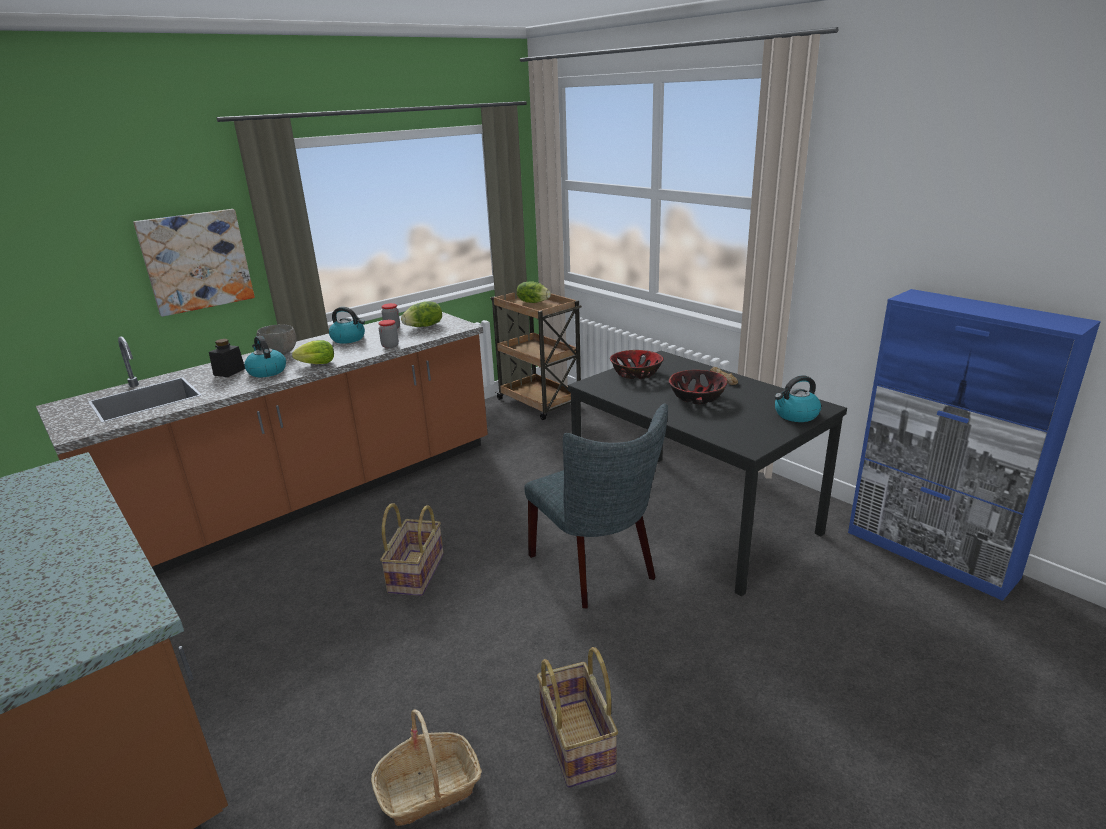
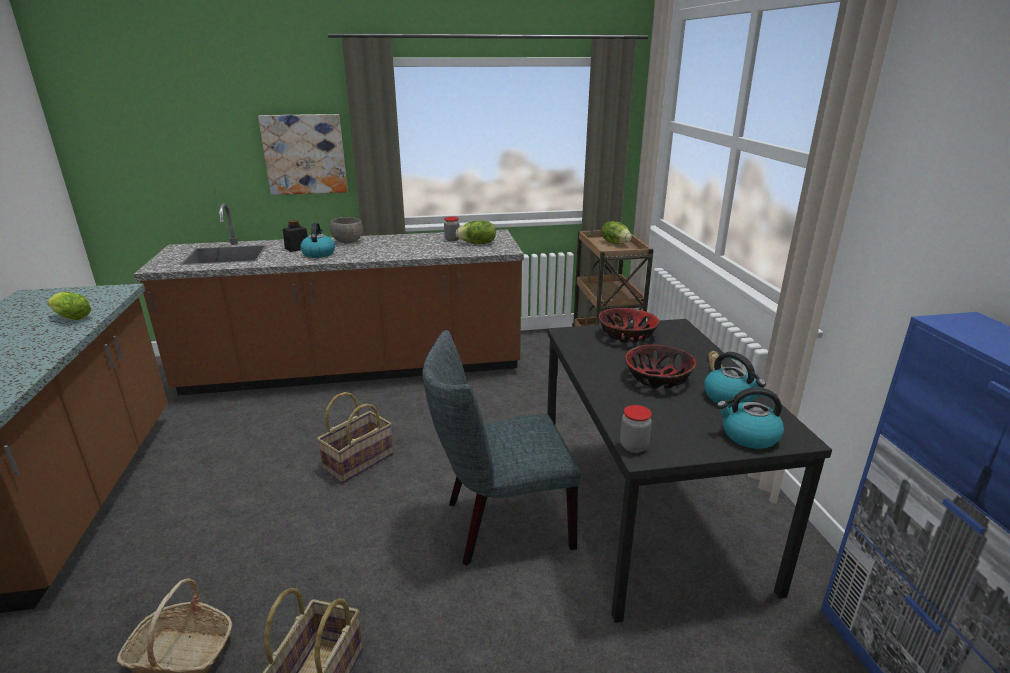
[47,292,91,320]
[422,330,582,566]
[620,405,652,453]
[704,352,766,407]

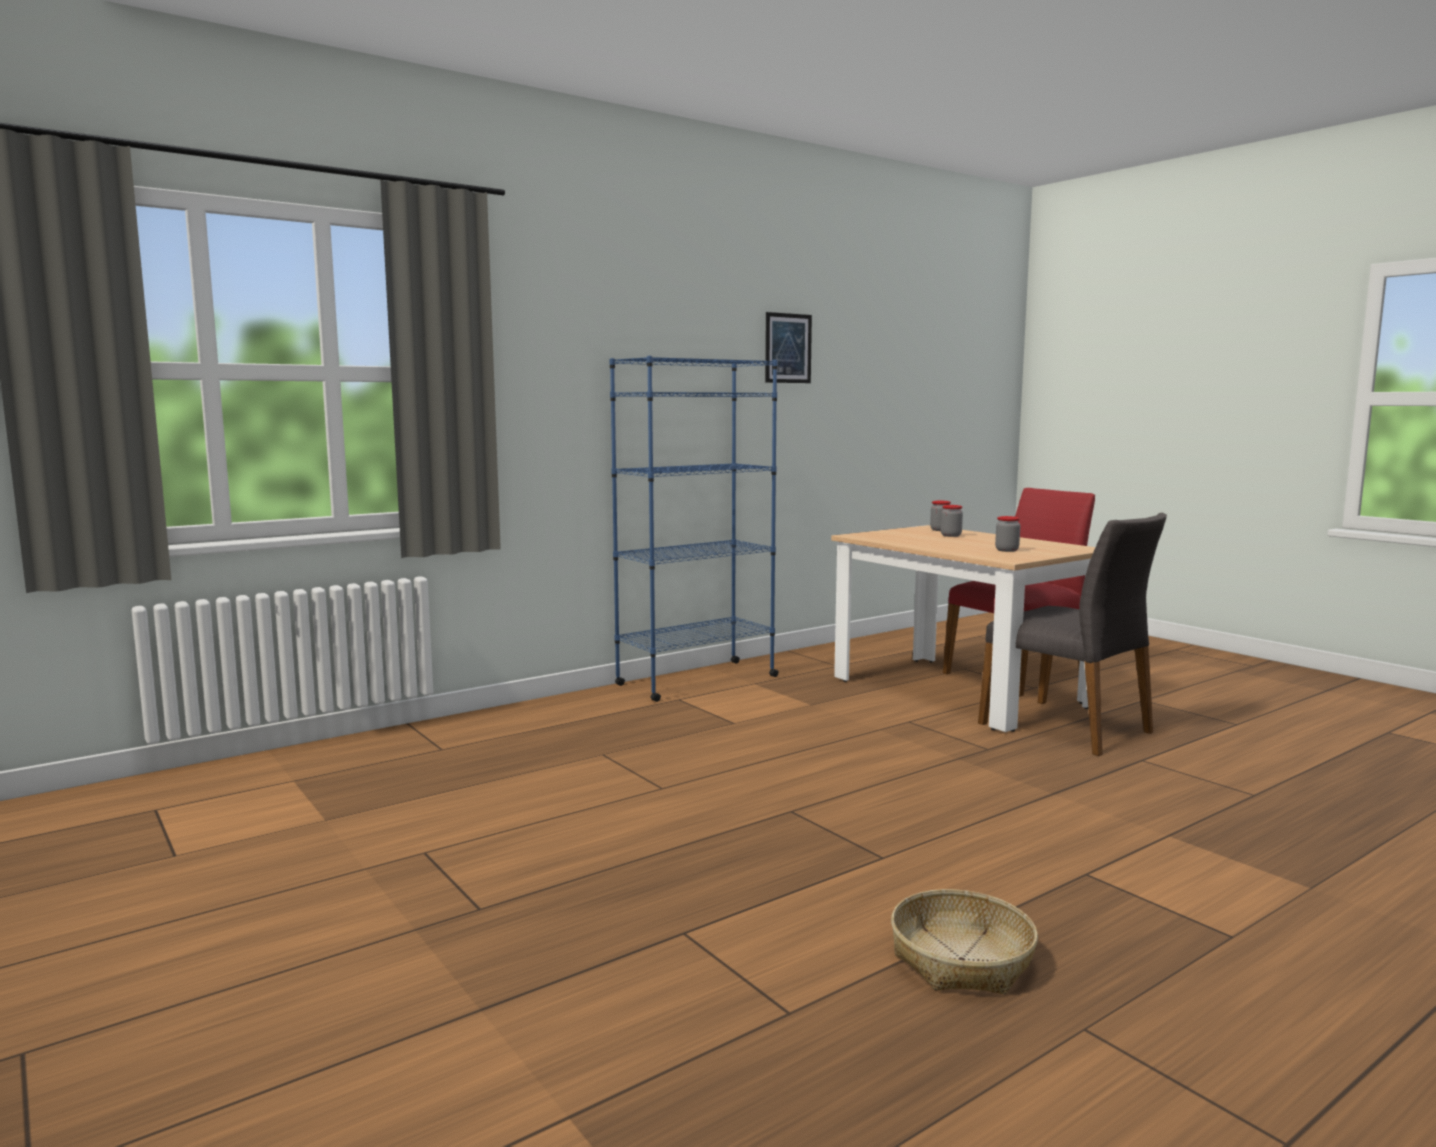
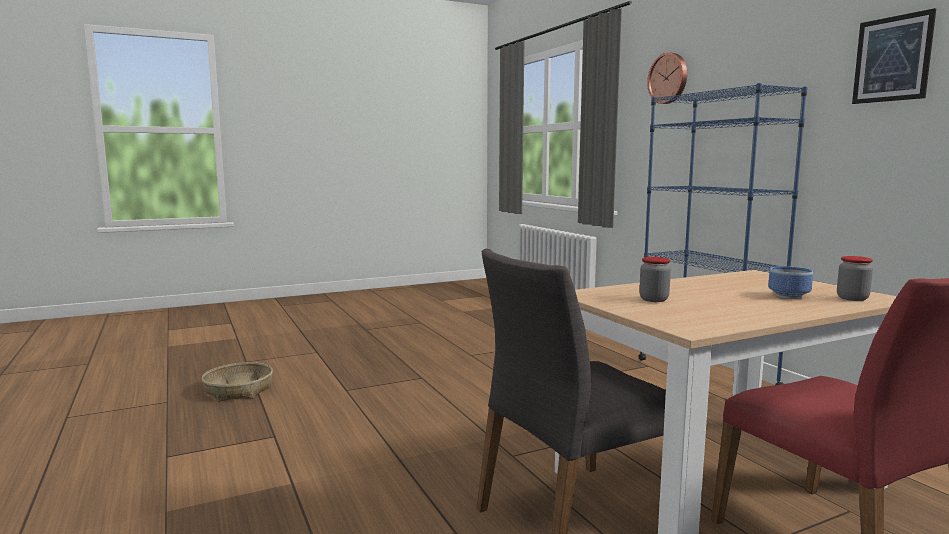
[647,52,687,104]
[768,266,813,299]

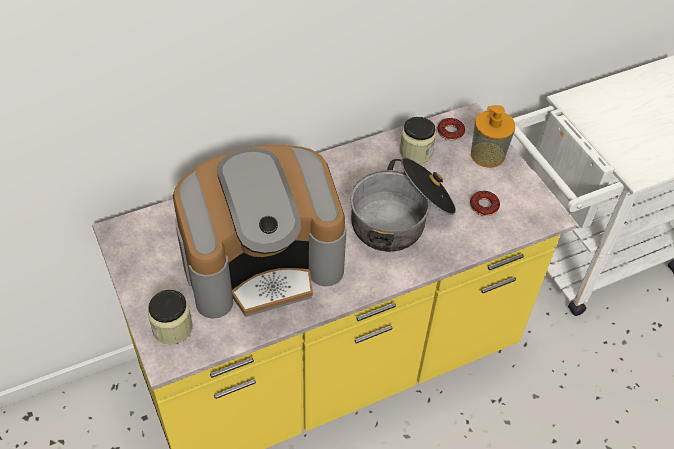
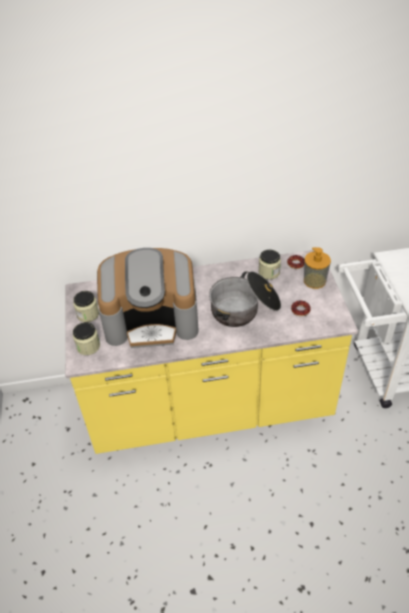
[73,291,99,322]

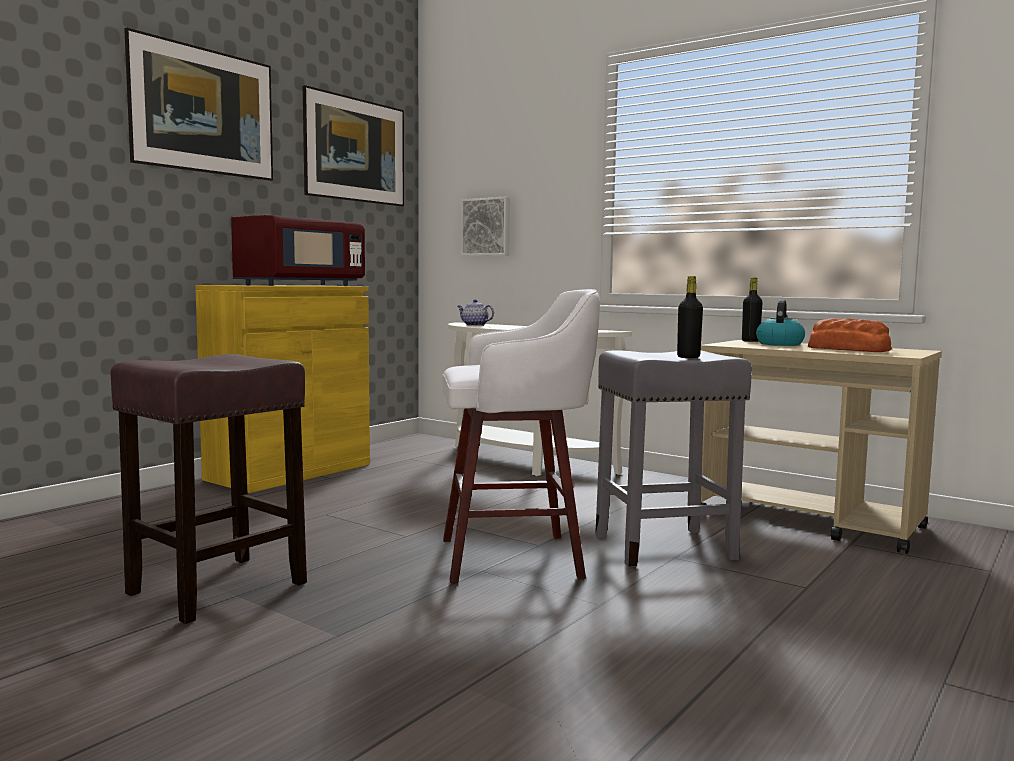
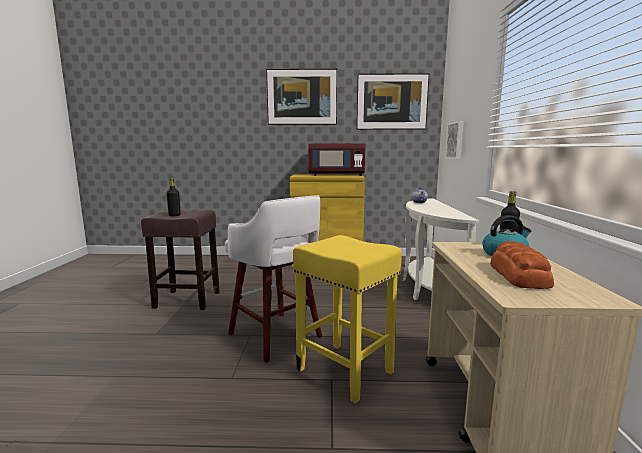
[166,178,181,216]
[293,235,402,404]

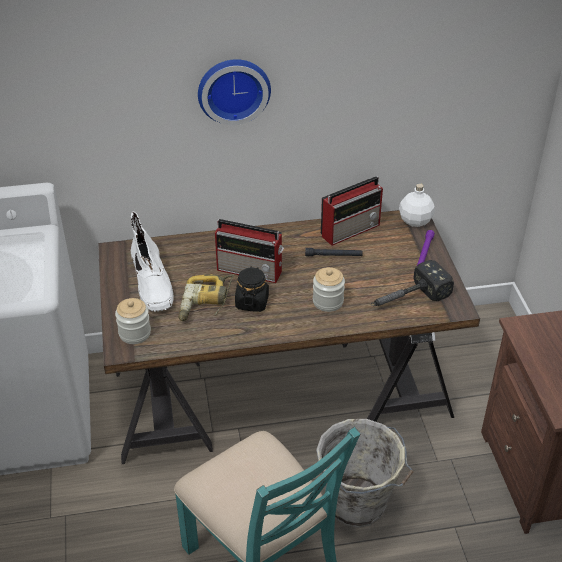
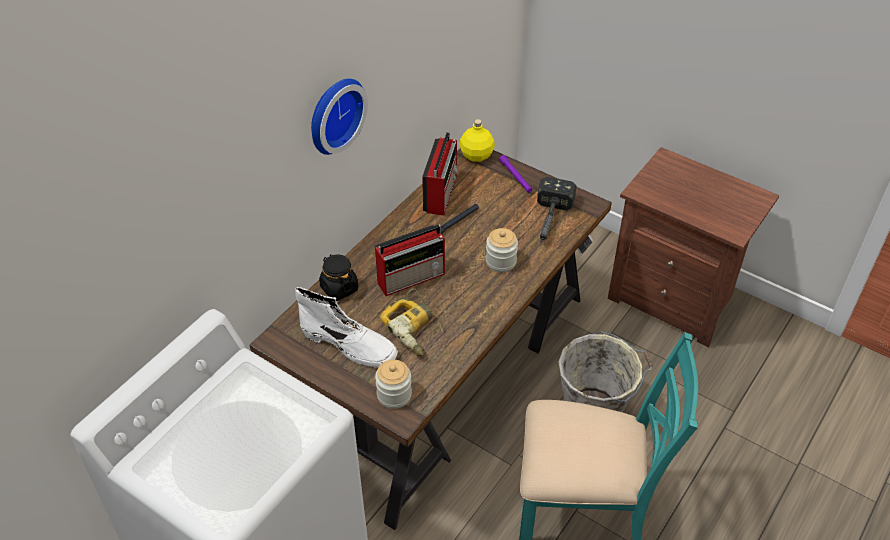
[319,254,358,301]
[459,119,495,162]

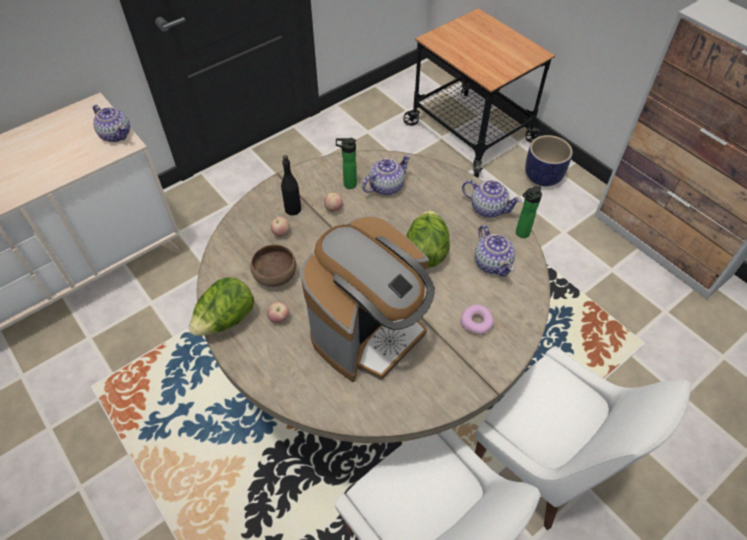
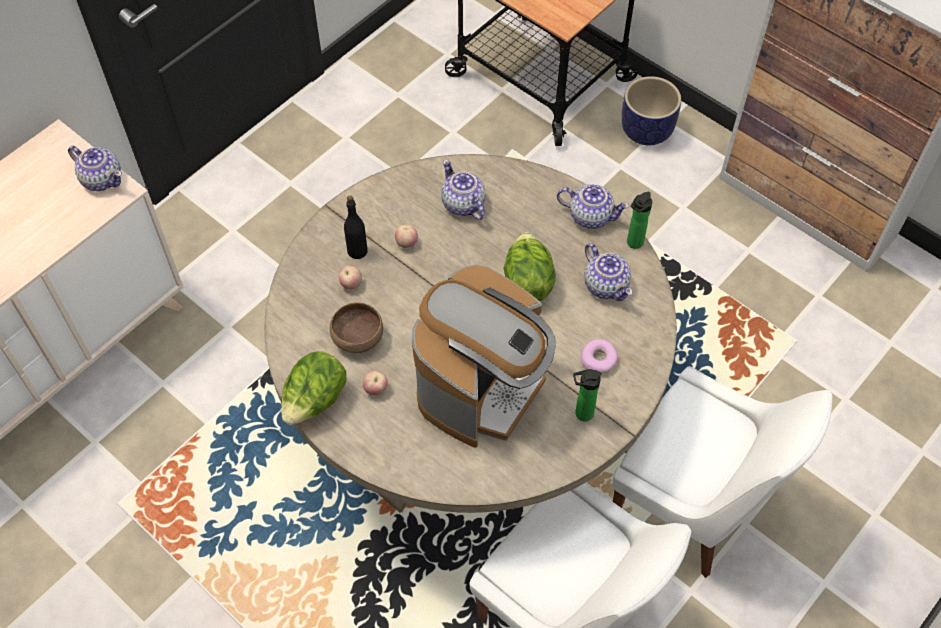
[441,159,485,220]
[573,369,602,421]

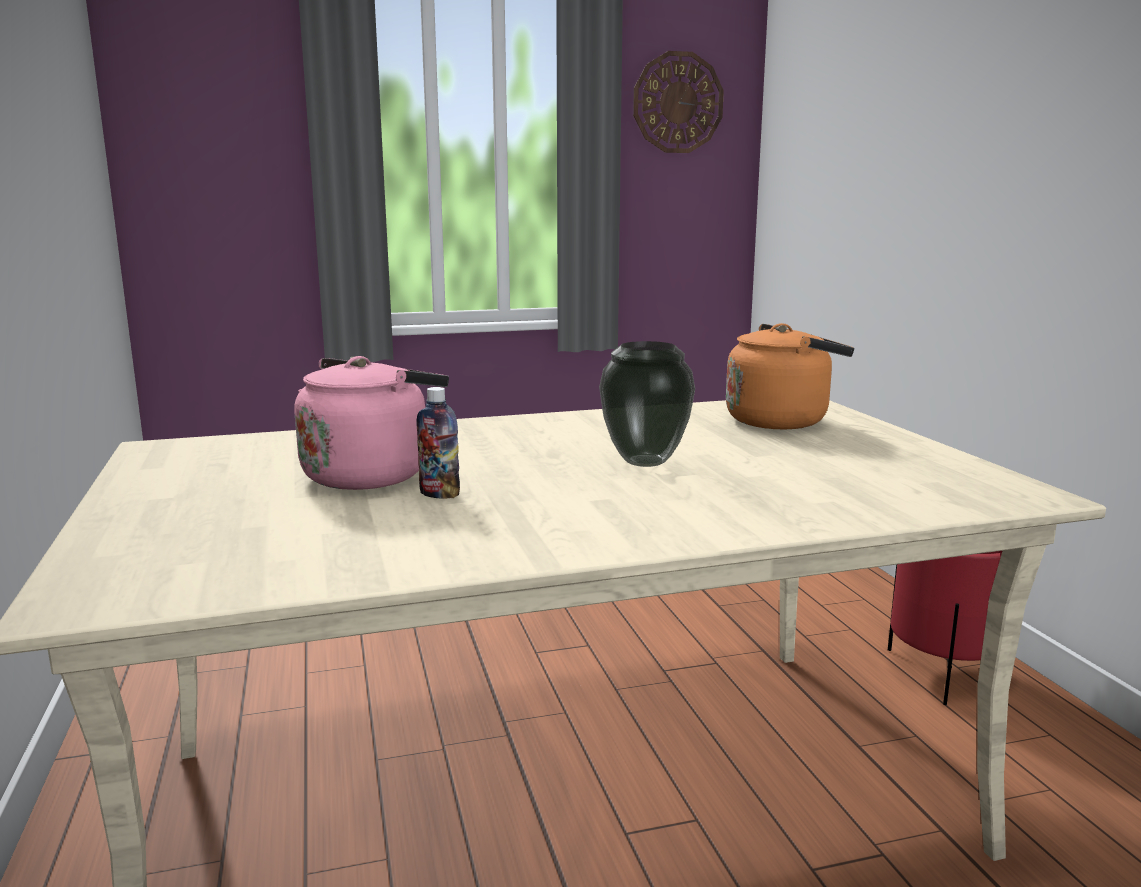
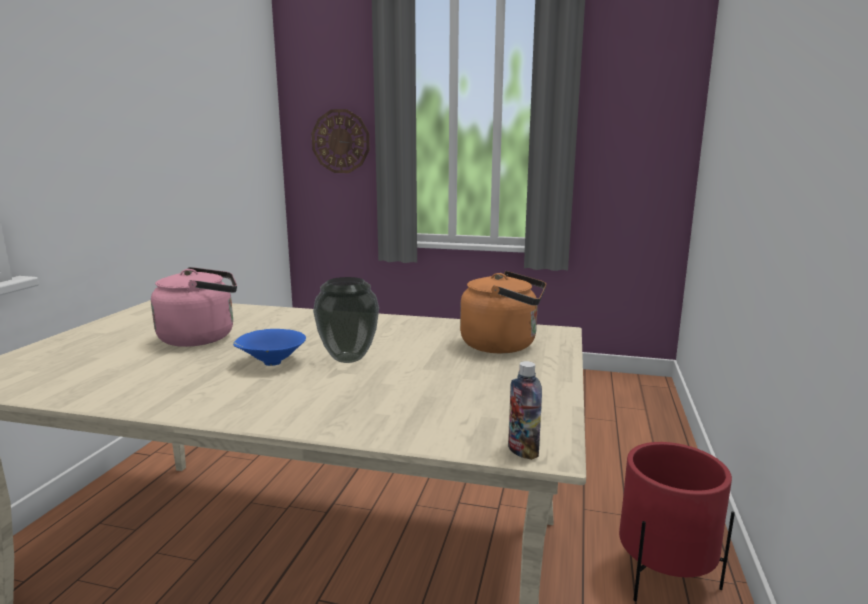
[233,329,306,366]
[312,109,370,173]
[508,361,542,460]

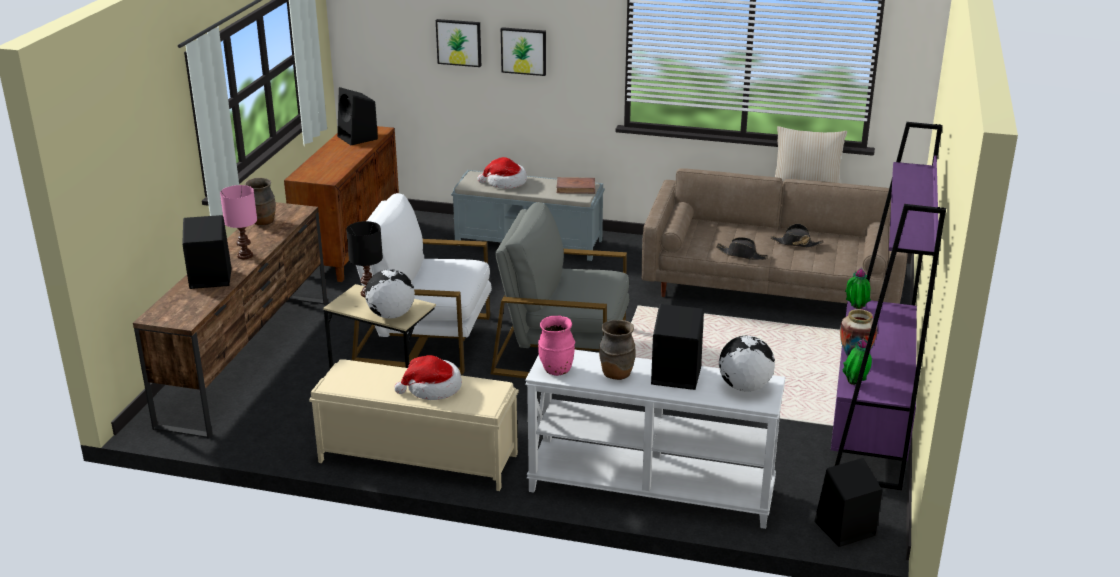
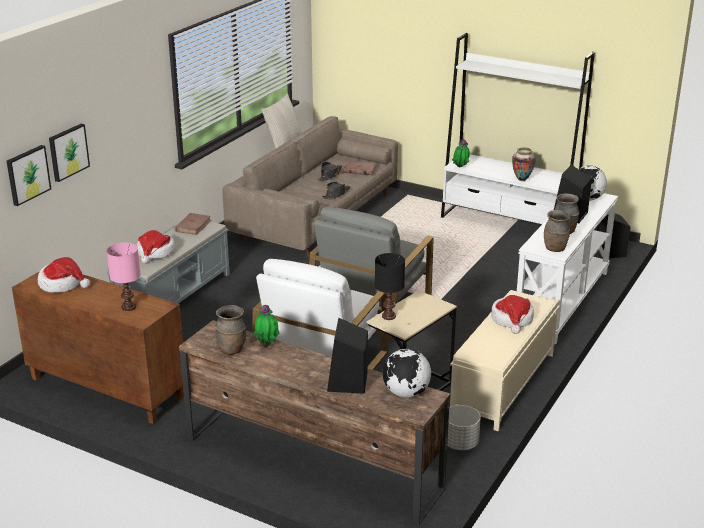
[7,145,51,206]
[38,257,90,293]
[106,242,141,311]
[254,305,280,347]
[343,161,376,175]
[383,349,431,398]
[441,33,595,224]
[447,405,481,450]
[544,210,570,252]

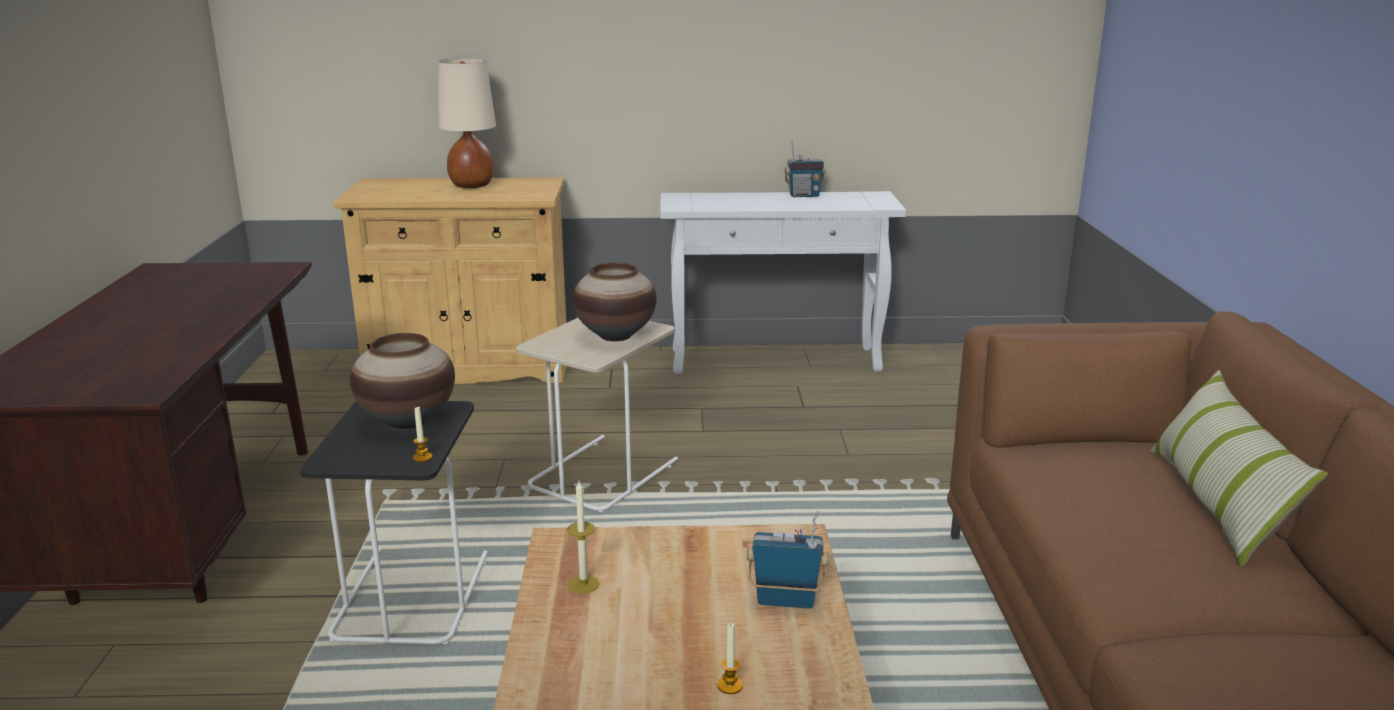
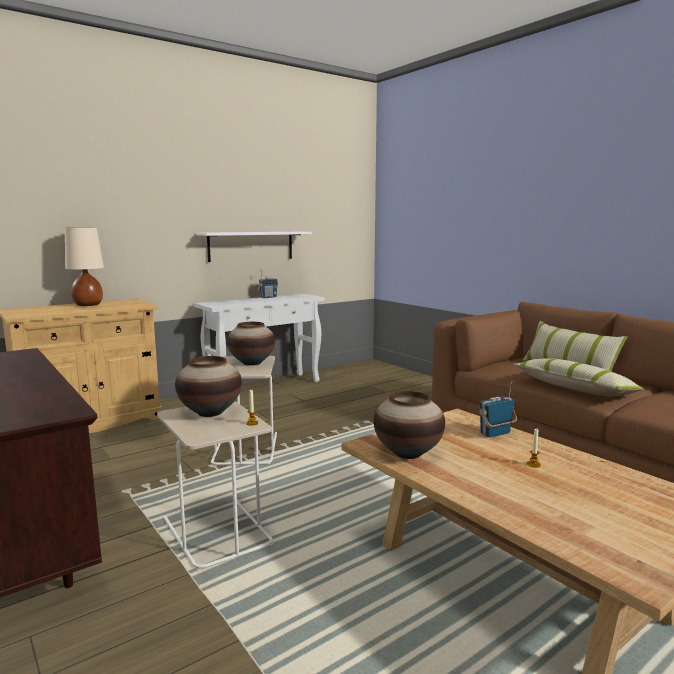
[157,401,273,570]
[196,232,312,262]
[374,391,445,459]
[513,358,644,396]

